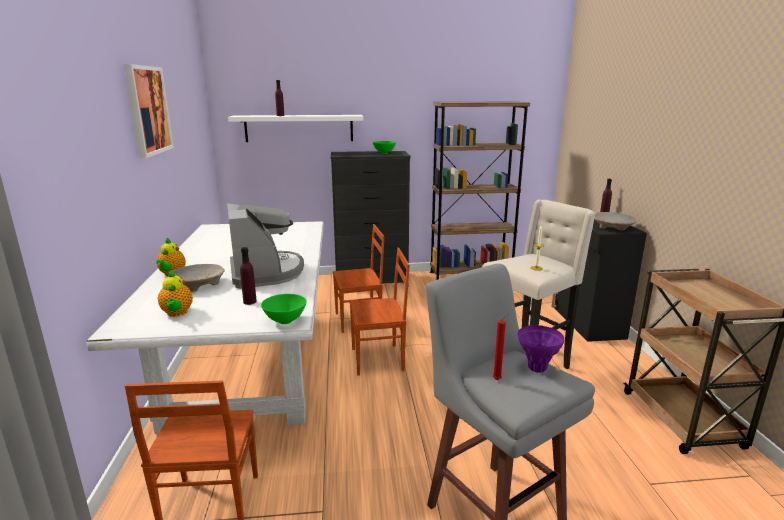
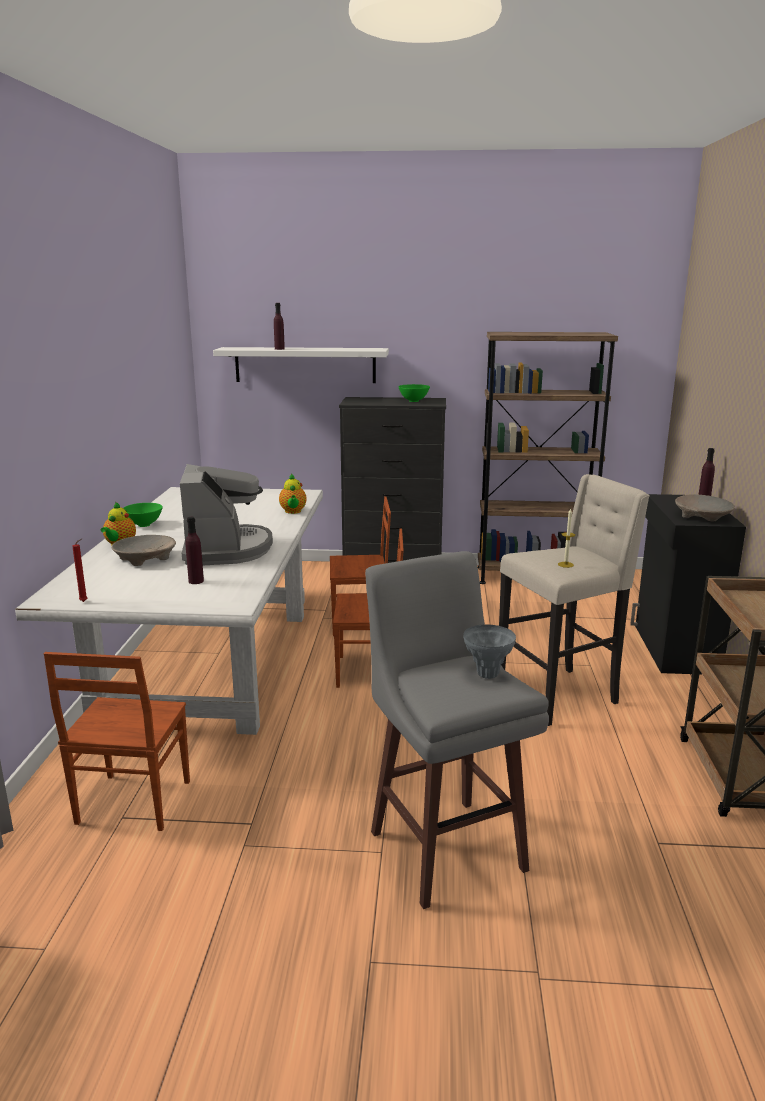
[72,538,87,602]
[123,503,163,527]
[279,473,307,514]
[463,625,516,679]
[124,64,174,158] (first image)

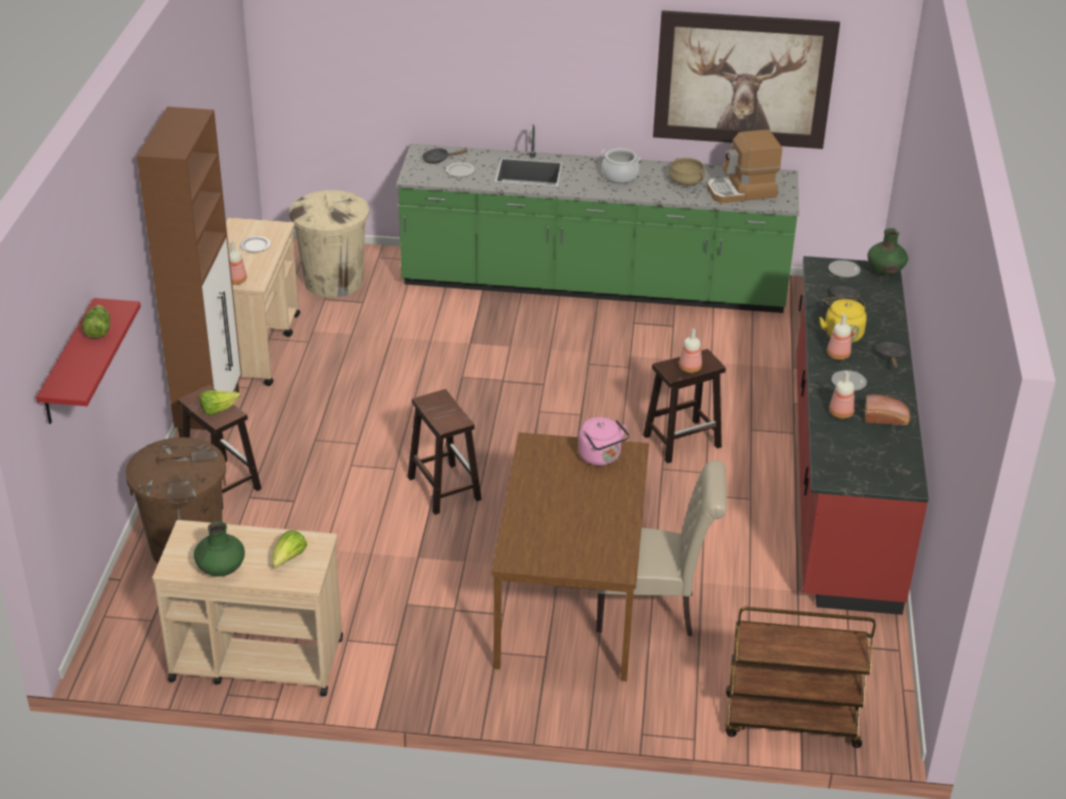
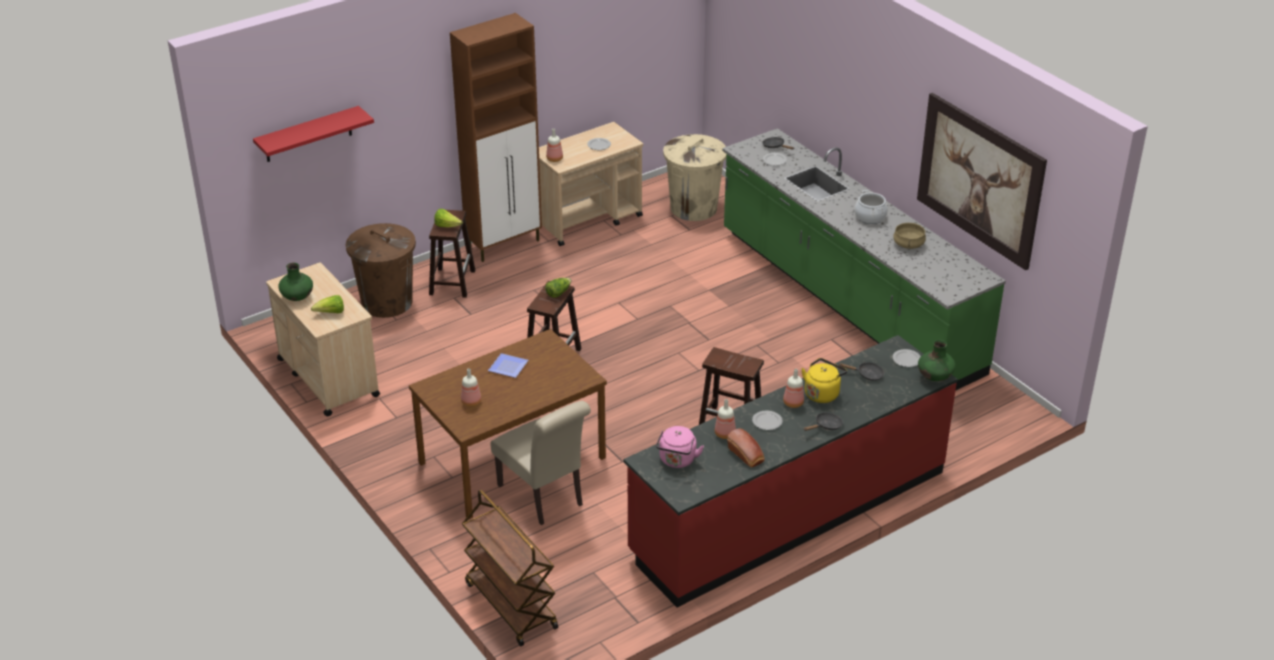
[461,368,481,407]
[488,353,528,378]
[545,278,571,298]
[656,426,704,468]
[707,130,782,203] (first image)

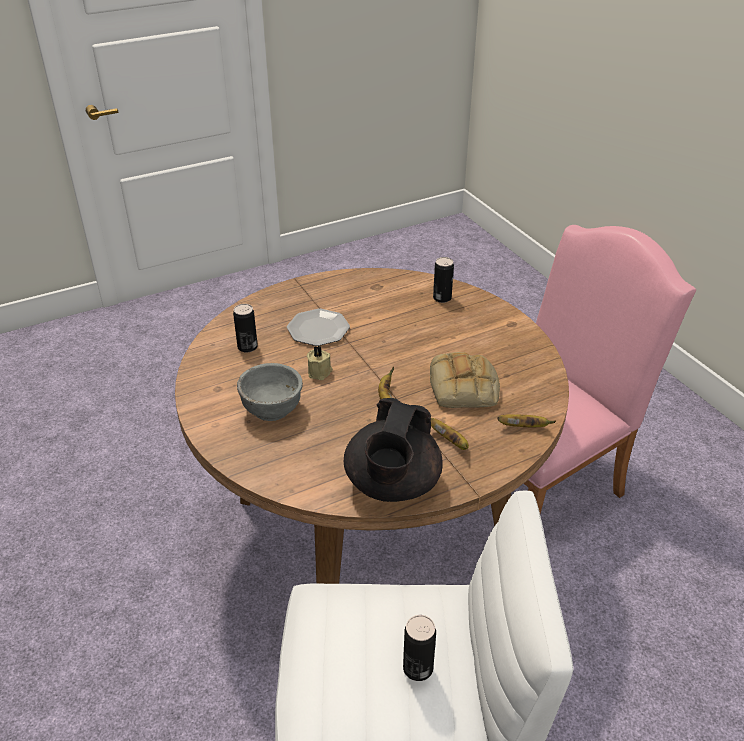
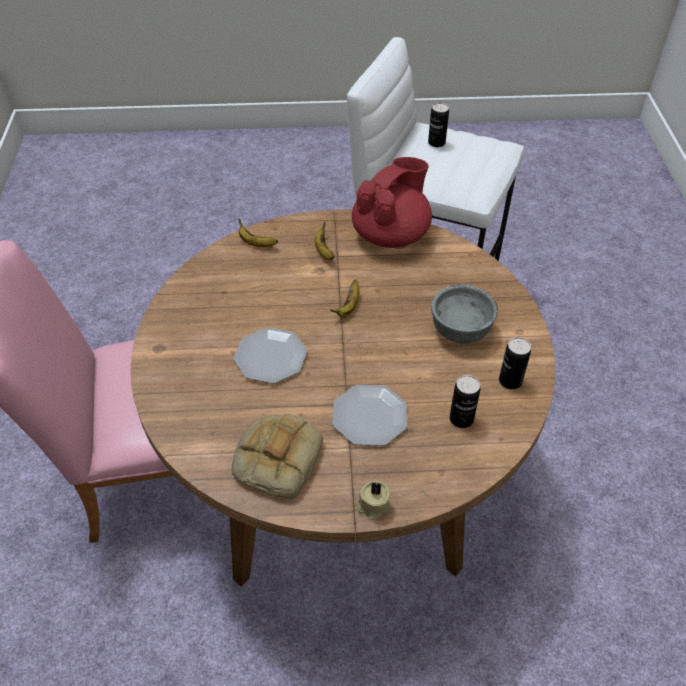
[232,414,323,498]
[233,328,307,384]
[352,157,432,248]
[357,481,390,520]
[499,337,531,389]

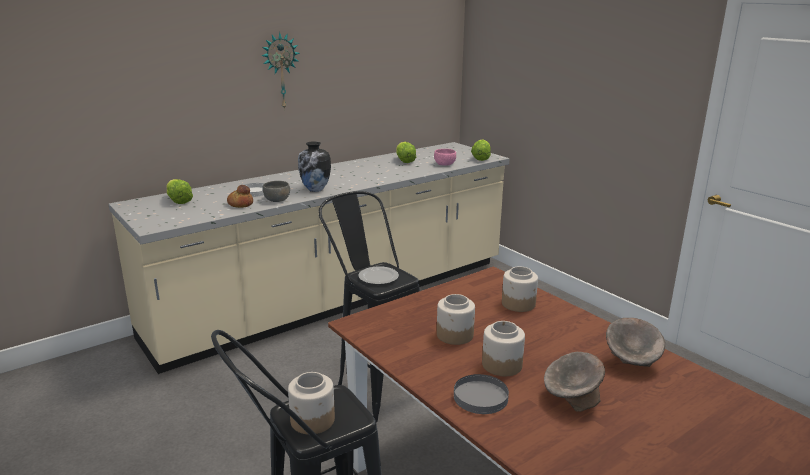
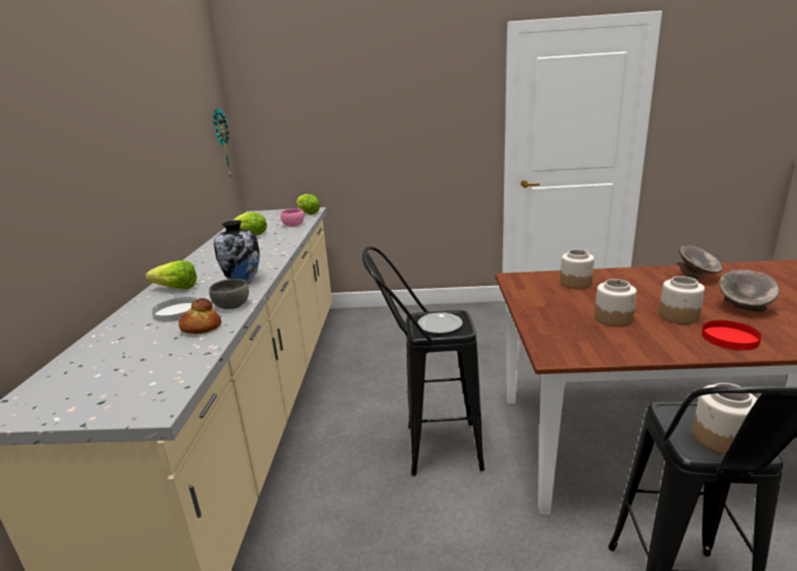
[145,260,197,289]
[213,107,232,178]
[702,320,762,350]

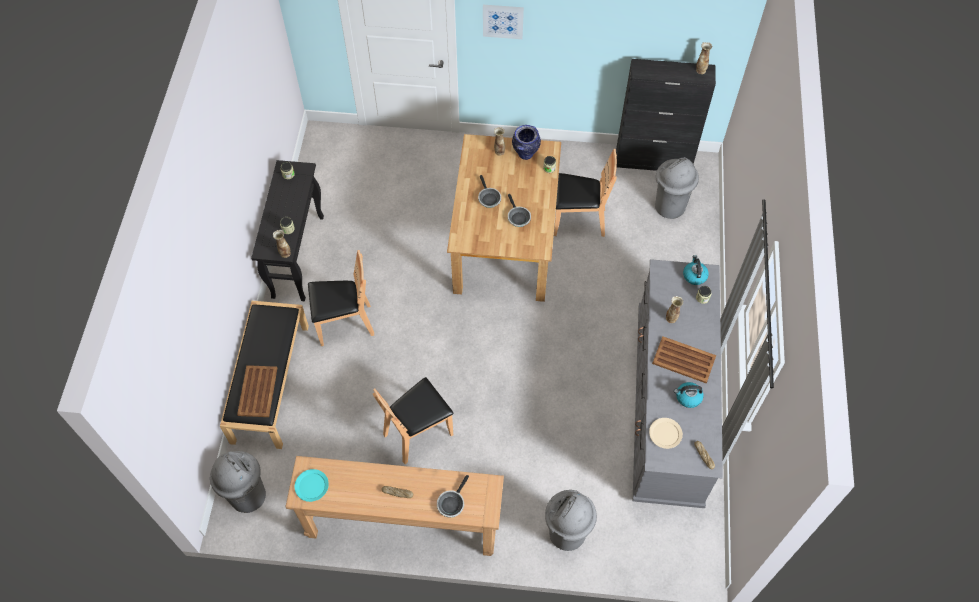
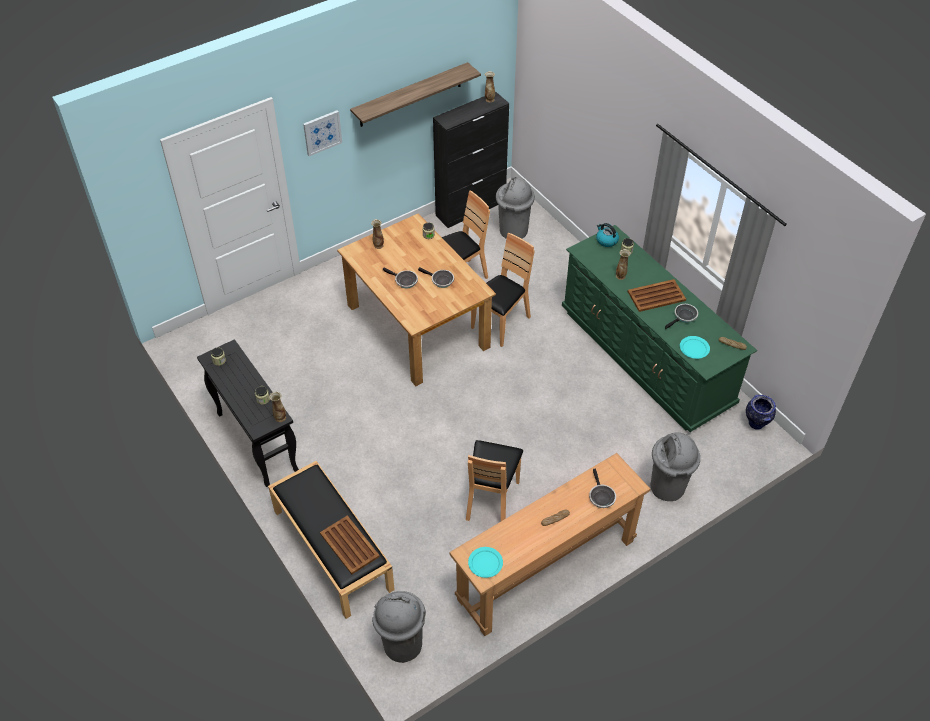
[350,62,481,127]
[471,233,535,347]
[562,225,757,432]
[665,304,698,329]
[680,336,710,359]
[746,395,776,430]

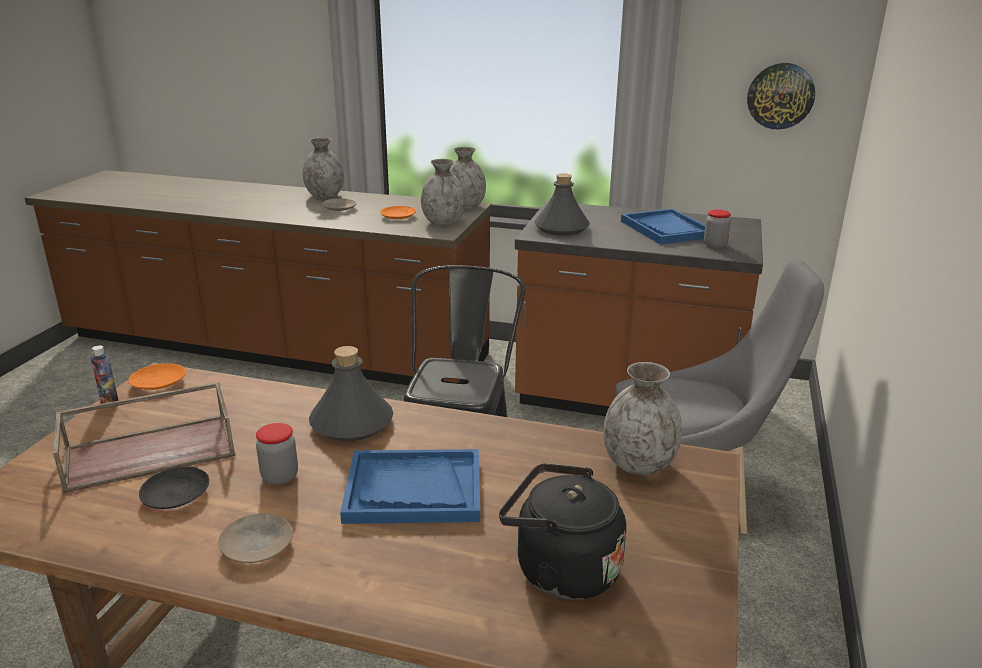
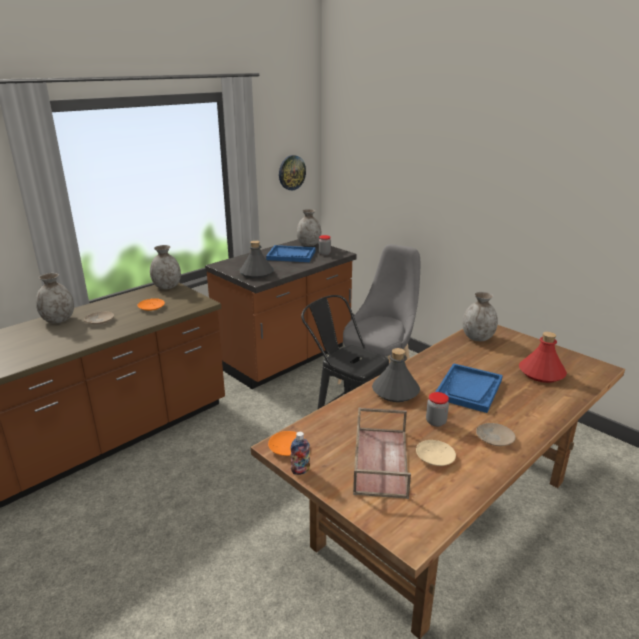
[296,209,321,246]
[416,440,456,466]
[519,332,567,383]

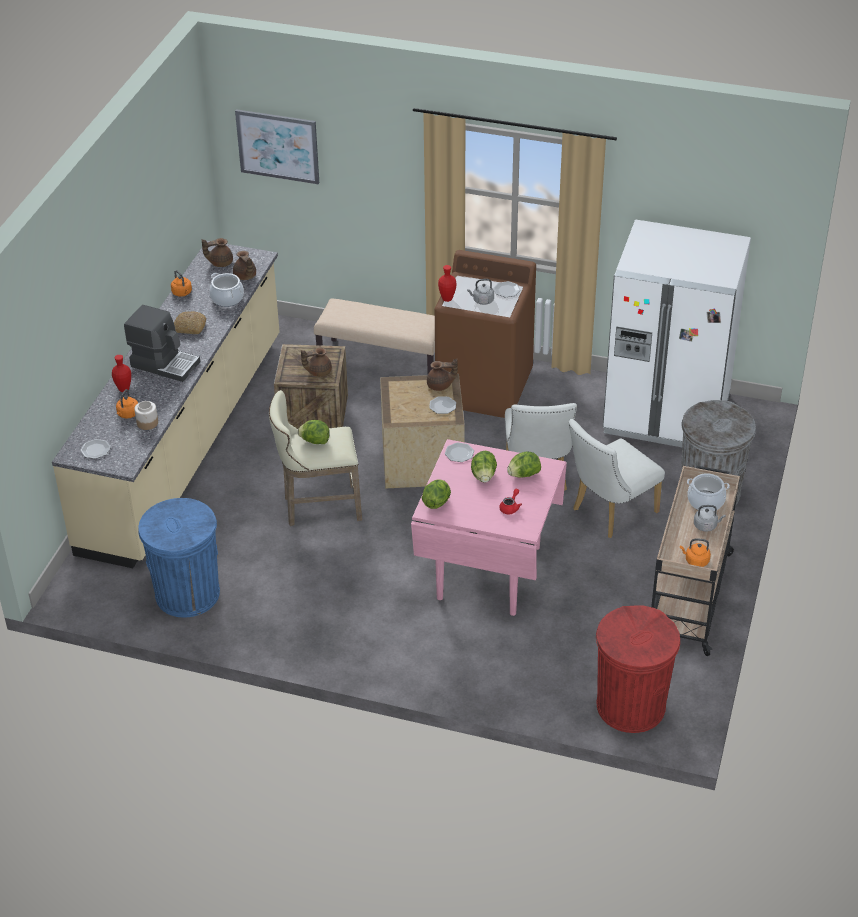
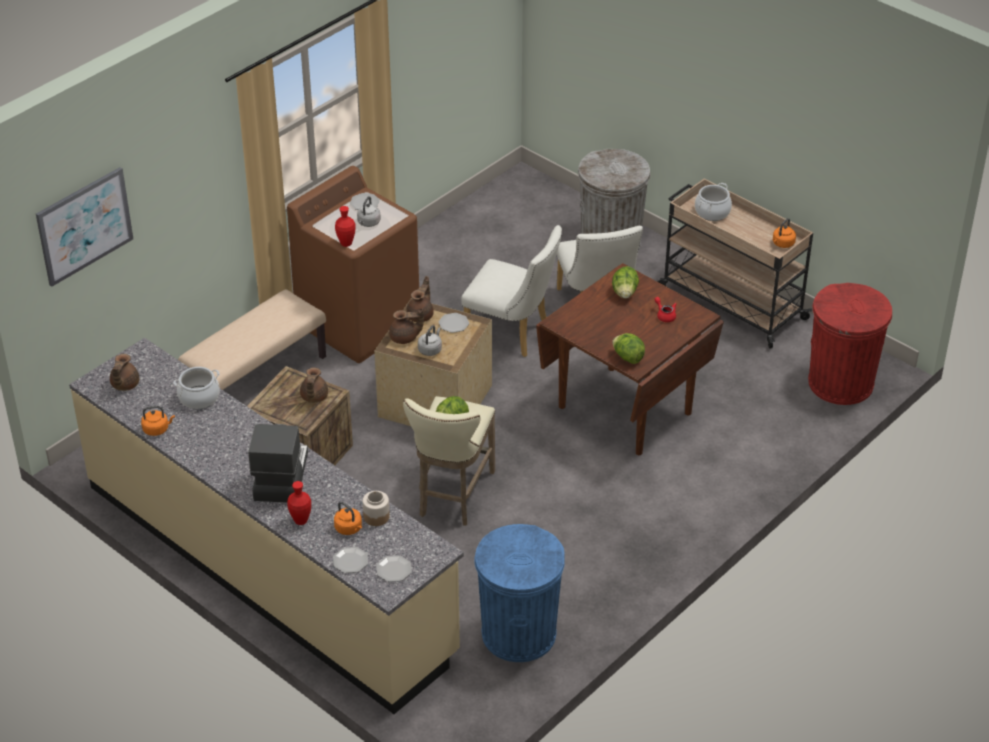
[248,424,308,503]
[333,547,368,573]
[389,308,424,344]
[418,325,442,356]
[536,263,724,455]
[174,311,206,334] (first image)
[471,451,497,483] (first image)
[603,219,751,447] (first image)

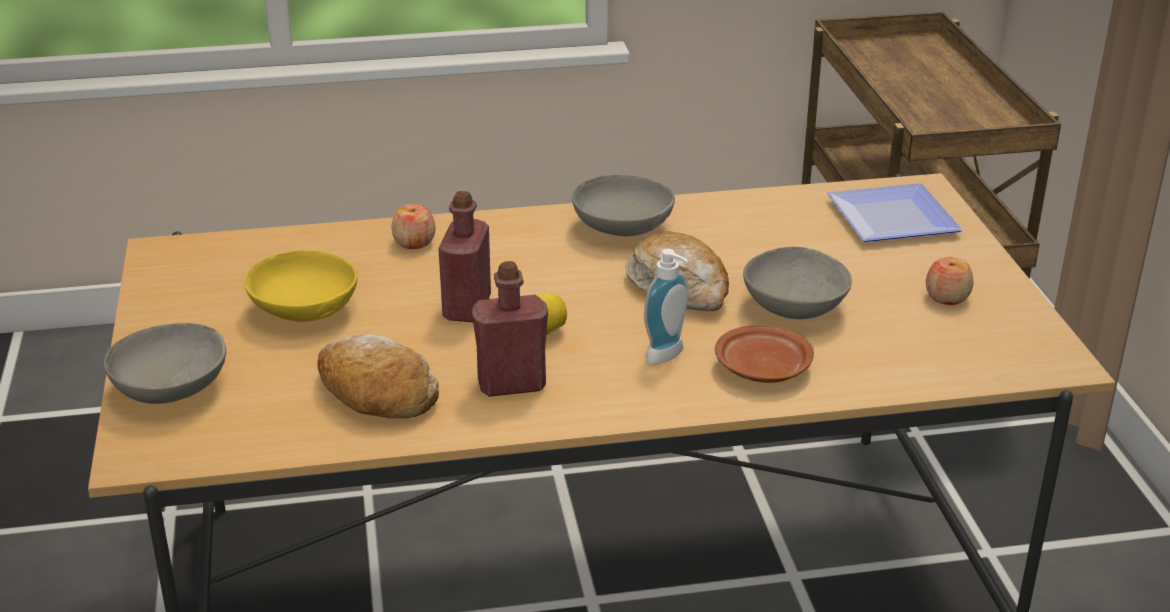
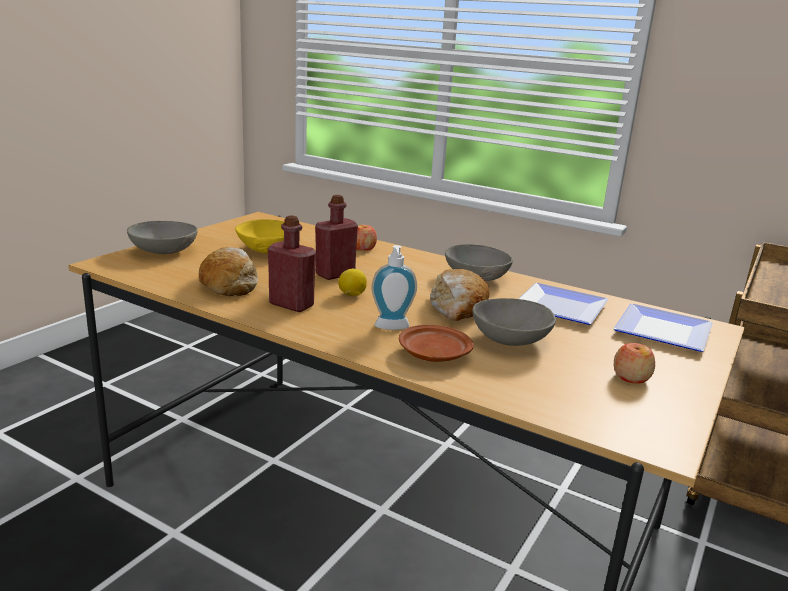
[519,283,608,325]

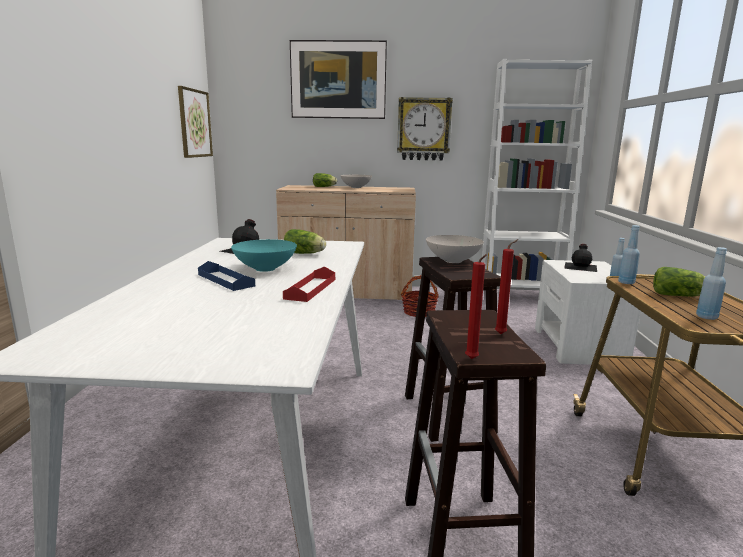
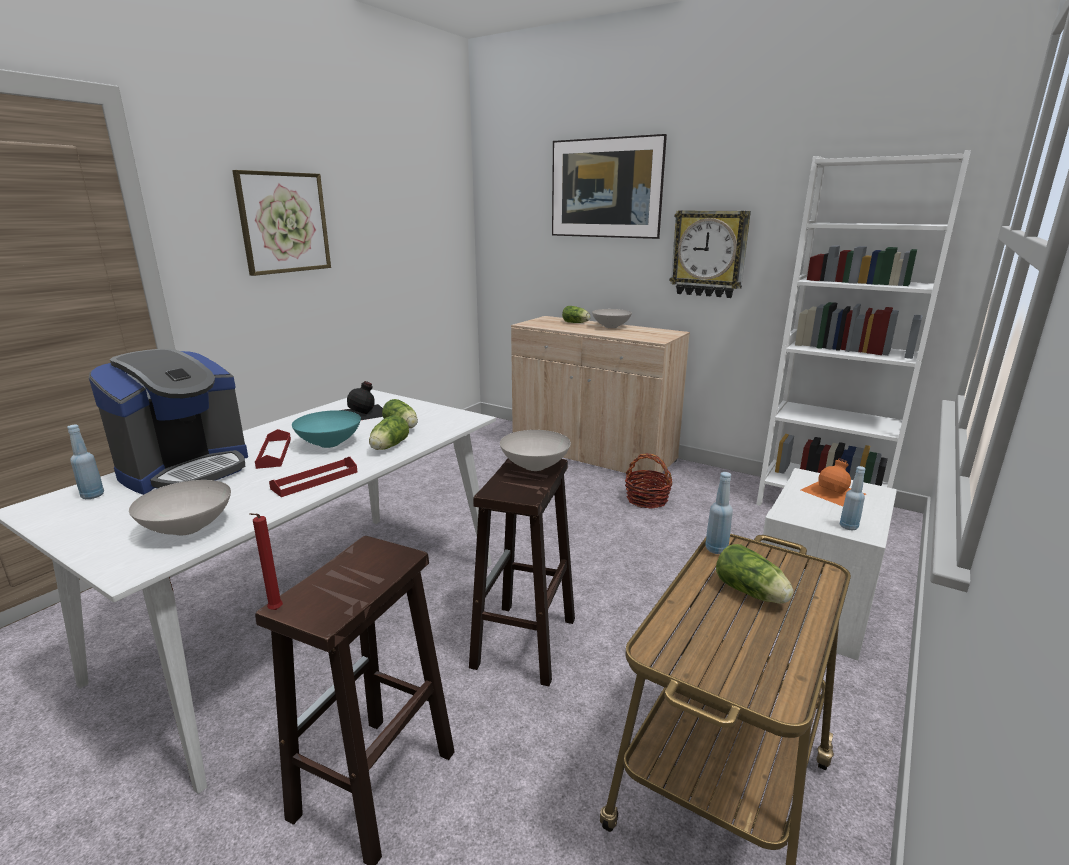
[67,424,104,499]
[89,349,248,495]
[129,480,231,535]
[232,170,331,276]
[255,429,291,469]
[369,415,409,450]
[801,458,866,506]
[495,239,518,335] (first image)

